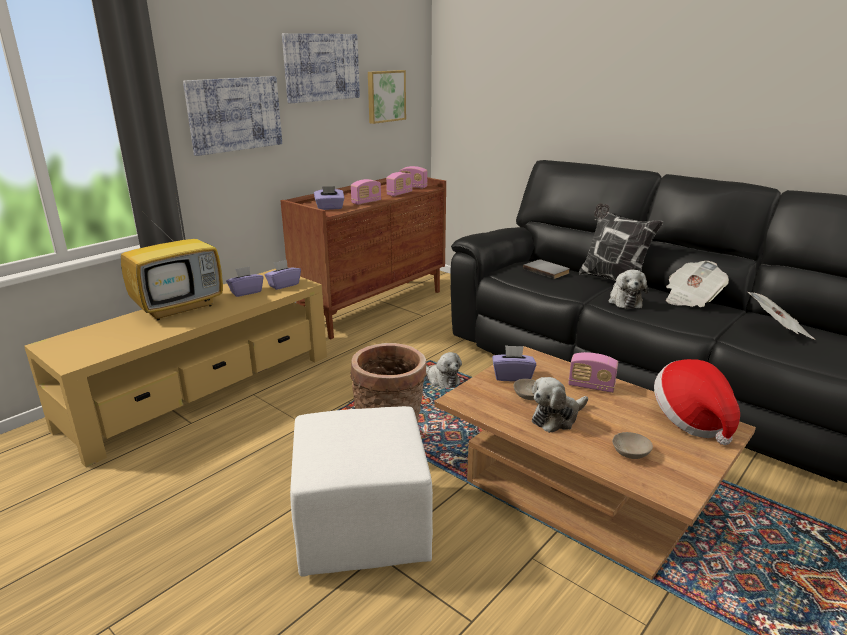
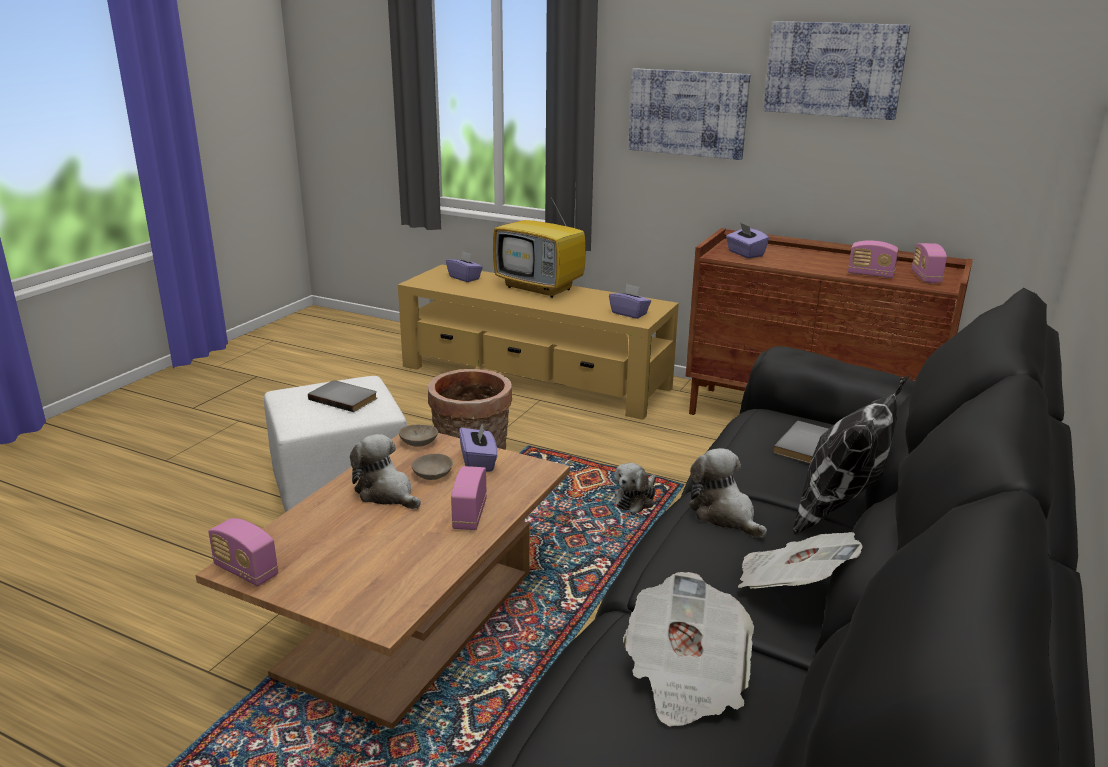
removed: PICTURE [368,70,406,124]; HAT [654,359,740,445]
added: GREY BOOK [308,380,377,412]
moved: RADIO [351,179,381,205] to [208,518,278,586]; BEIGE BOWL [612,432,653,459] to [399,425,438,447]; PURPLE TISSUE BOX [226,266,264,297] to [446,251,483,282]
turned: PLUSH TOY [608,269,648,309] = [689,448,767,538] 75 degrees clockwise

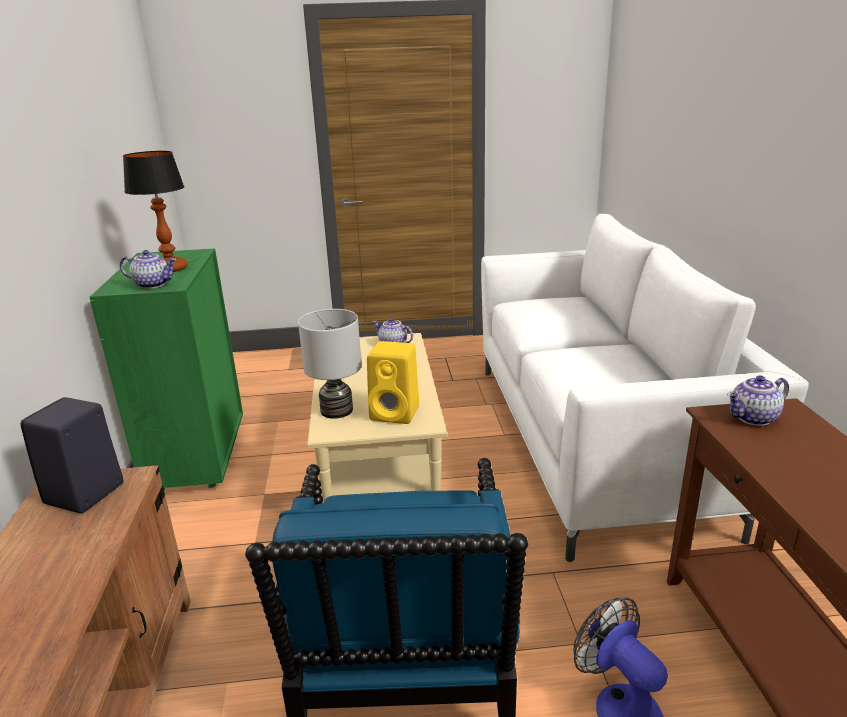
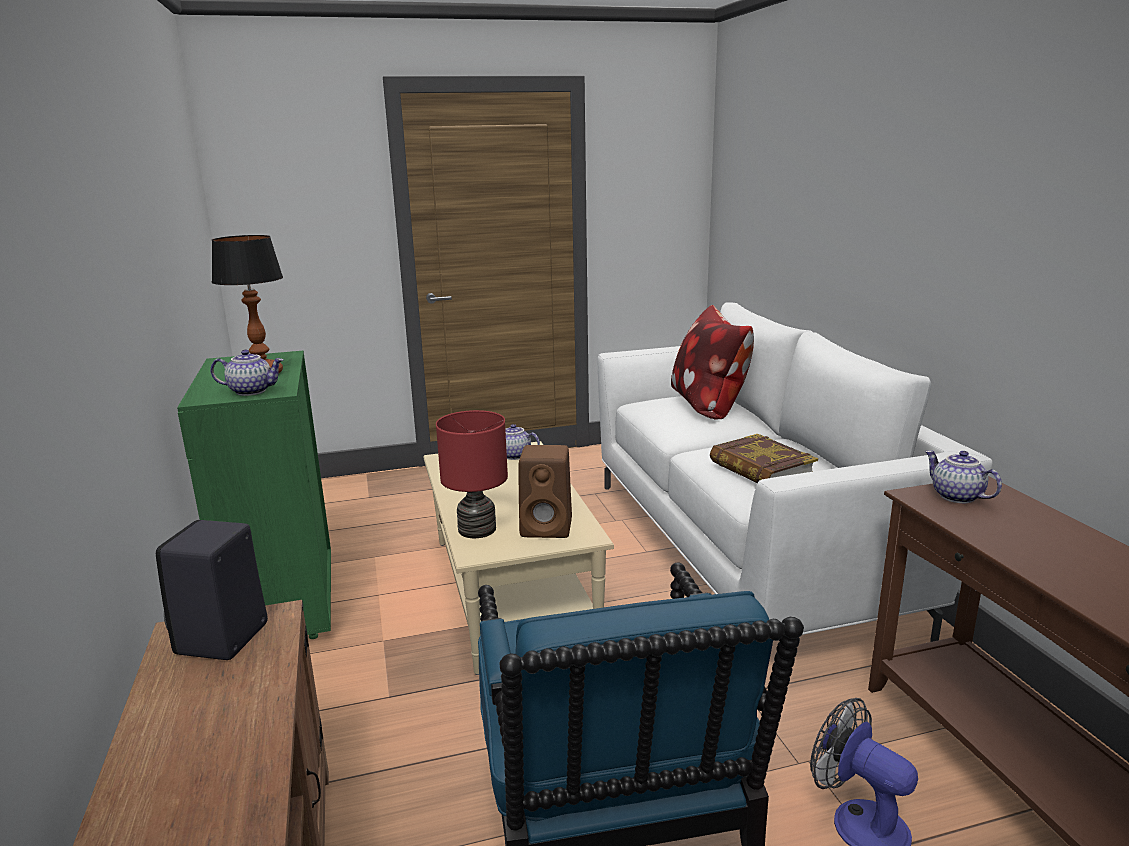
added: PILLOW [671,305,754,420]; BOOK [710,434,818,483]
recoloured: GREY TABLE LAMP [298,309,362,419] to RED TABLE LAMP [436,410,508,538]; YELLOW SPEAKER [367,341,419,424] to BROWN SPEAKER [518,445,572,538]
turned: TEAPOT [727,375,789,426] = [925,450,1002,503] 90 degrees clockwise

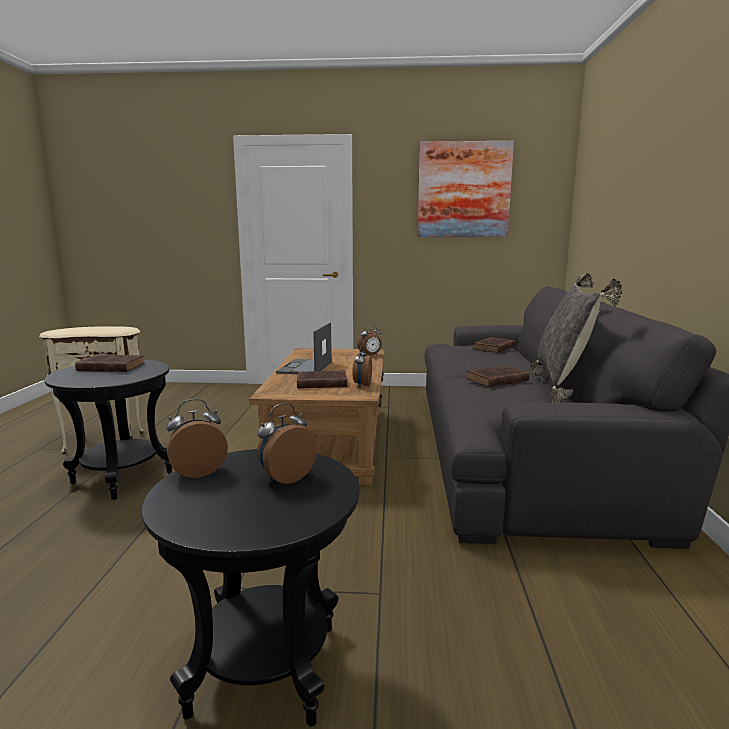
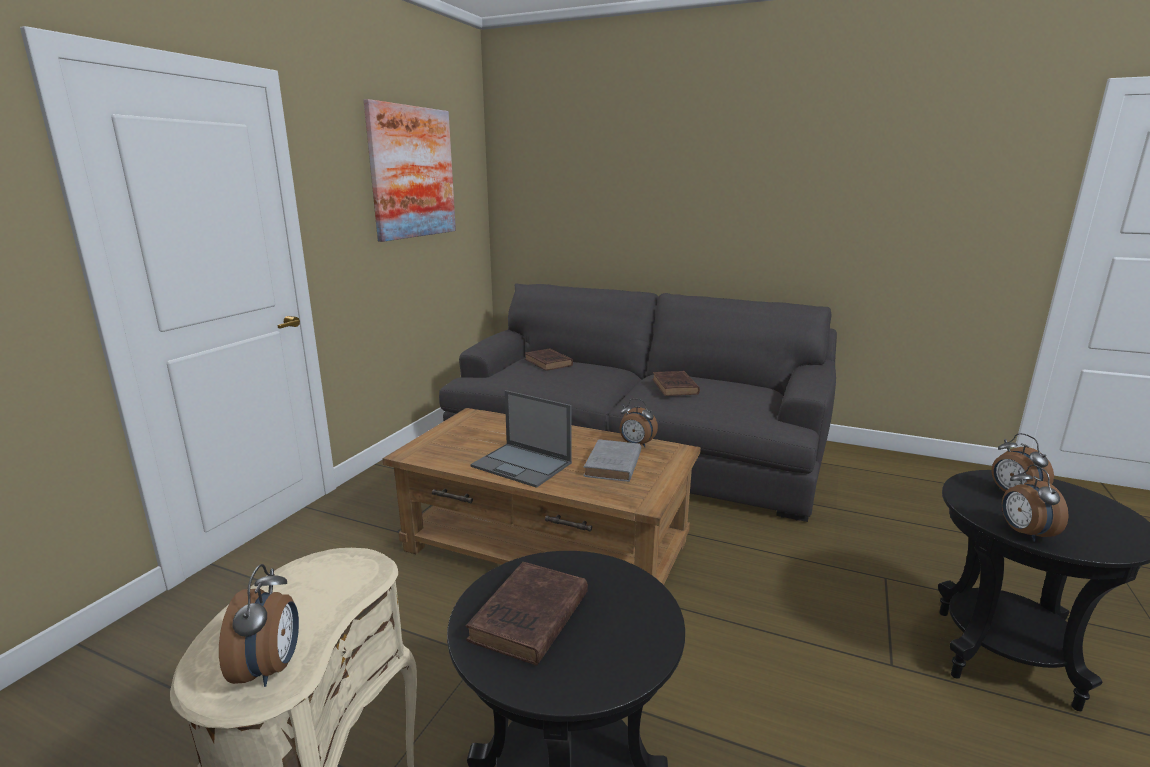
removed: PILLOW [531,273,622,403]
moved: ALARM CLOCK [357,324,382,355] to [219,564,299,687]
recoloured: BROWN BOOK [297,371,347,388] to GREY BOOK [583,439,641,482]

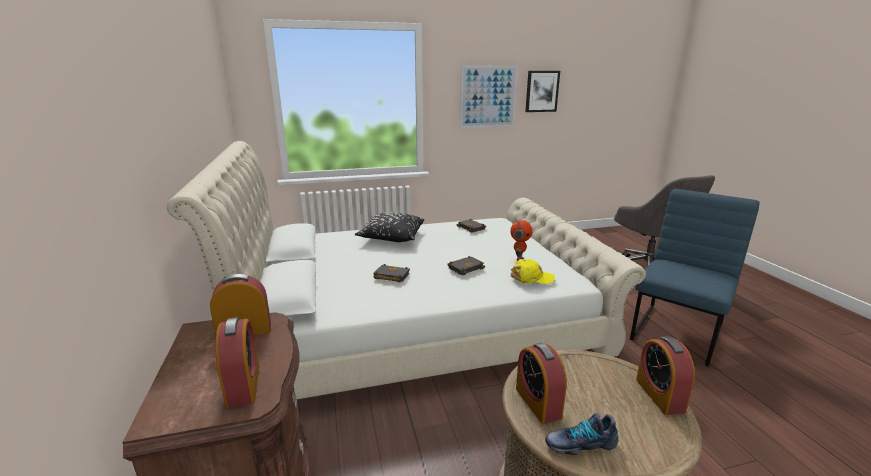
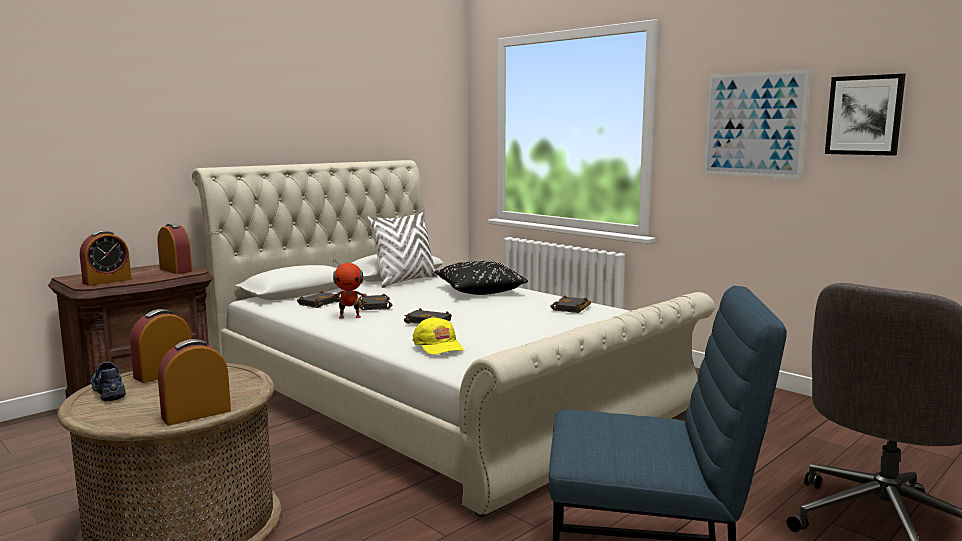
added: BLACK BOOK [297,291,341,308]; WHITE PILLOW [367,212,438,288]
moved: TOY ROBOT [510,220,533,261] to [331,258,367,319]

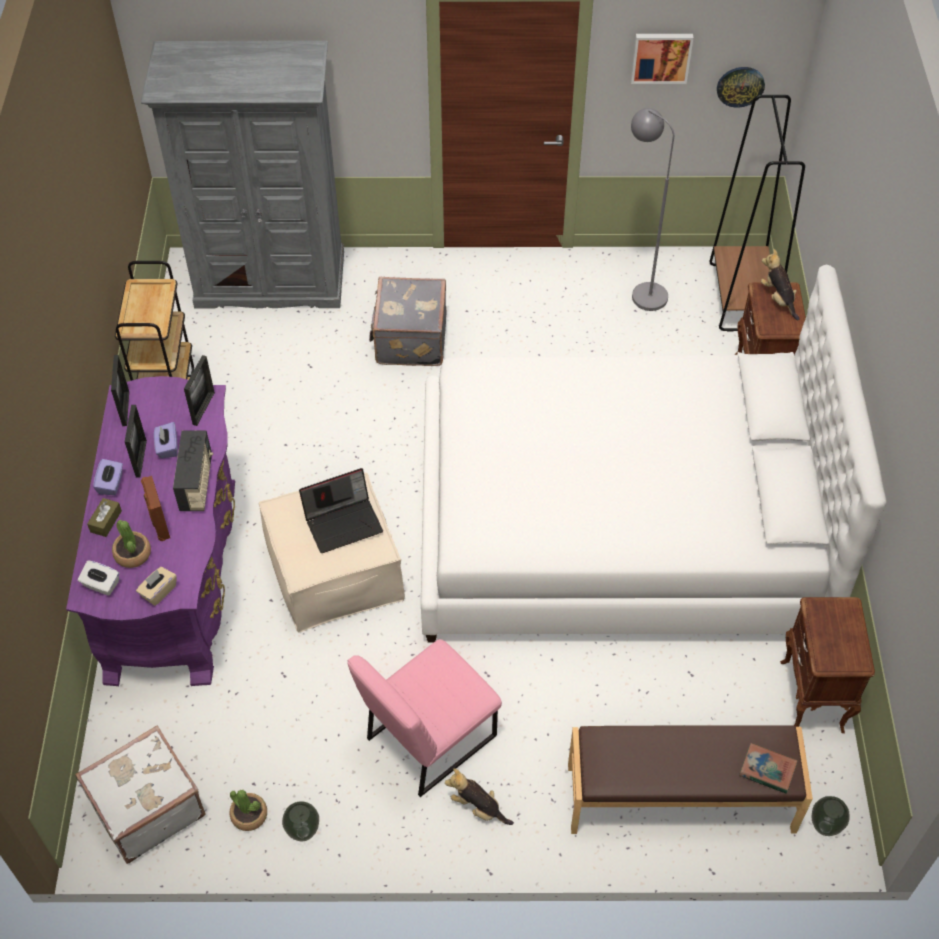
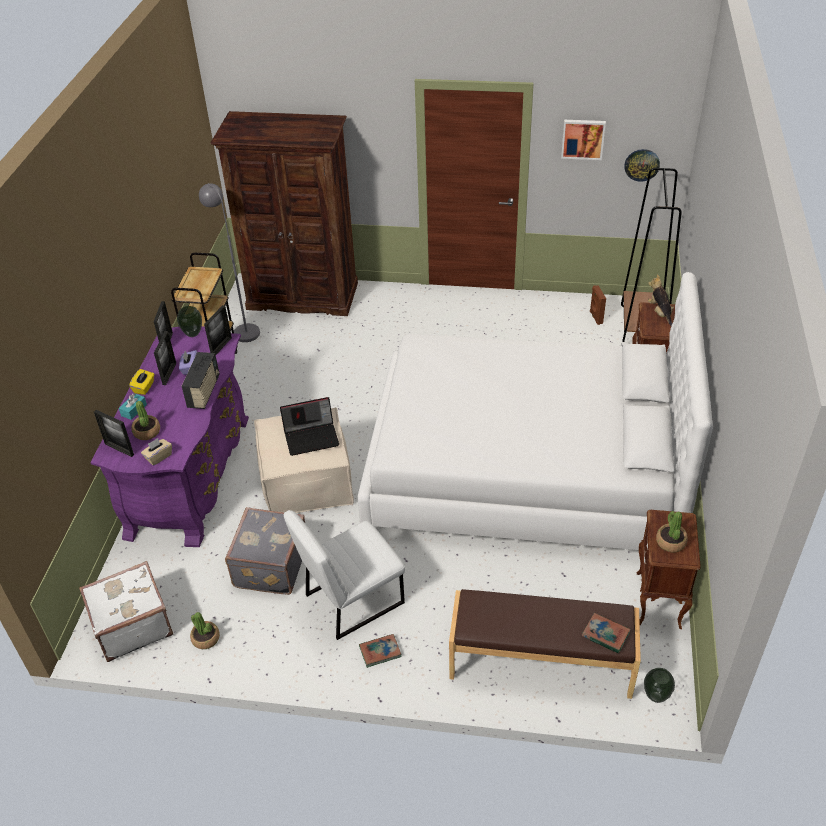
added: POTTED PLANT [656,511,688,553]
moved: VASE [282,801,319,841] to [177,306,202,337]; GREY FLOOR LAMP [631,108,674,311] to [199,183,260,342]; GREY SUITCASE [369,277,447,366] to [225,507,305,595]; BROWN SPEAKER [141,476,170,541] to [590,285,606,325]
replaced: WHITE TISSUE BOX [78,561,119,596] to PICTURE FRAME [94,410,134,457]; PLUSH TOY [445,768,514,825] to BOOK [359,634,402,668]
recoloured: BROWN TISSUE BOX [87,498,122,537] to TURQUOISE TISSUE BOX [119,393,147,420]; PURPLE TISSUE BOX [93,459,123,495] to YELLOW TISSUE BOX [129,369,154,395]; GREY WARDROBE [141,41,344,308] to BROWN WARDROBE [210,111,358,316]; PINK CHAIR [347,639,502,797] to WHITE CHAIR [284,510,405,640]

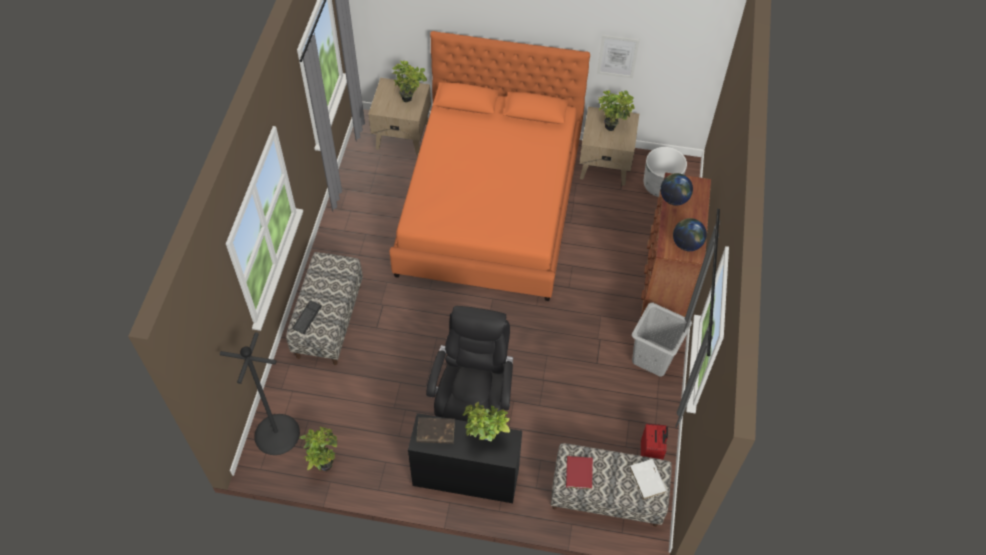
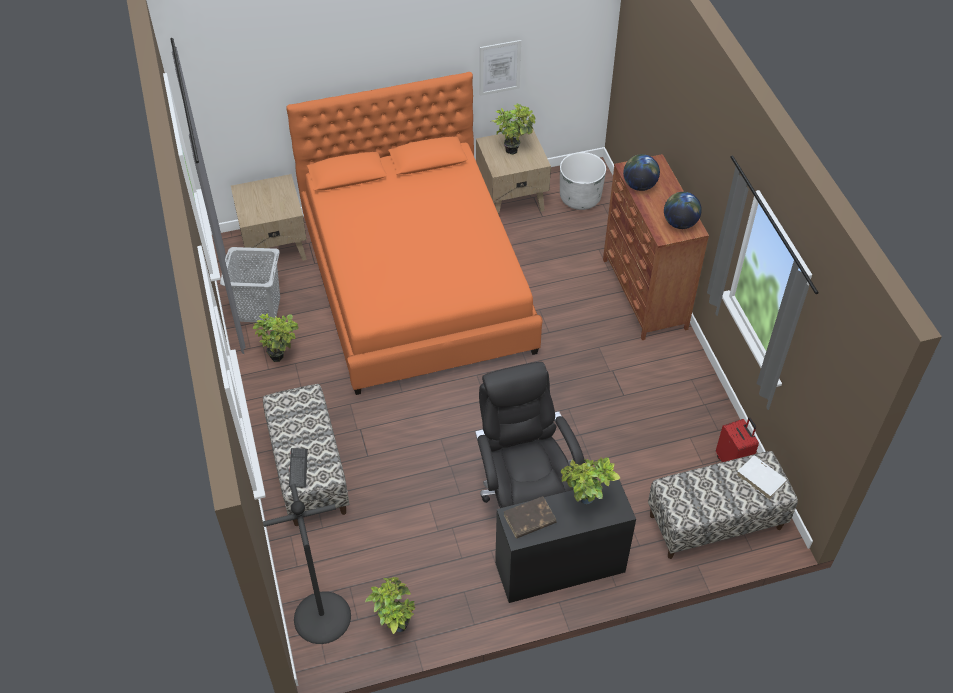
removed: RED BOOK [566,456,593,489]
moved: GREY LAUNDRY BASKET [632,303,692,377] to [220,247,280,322]; POTTED PLANT [392,61,427,103] to [252,314,298,362]

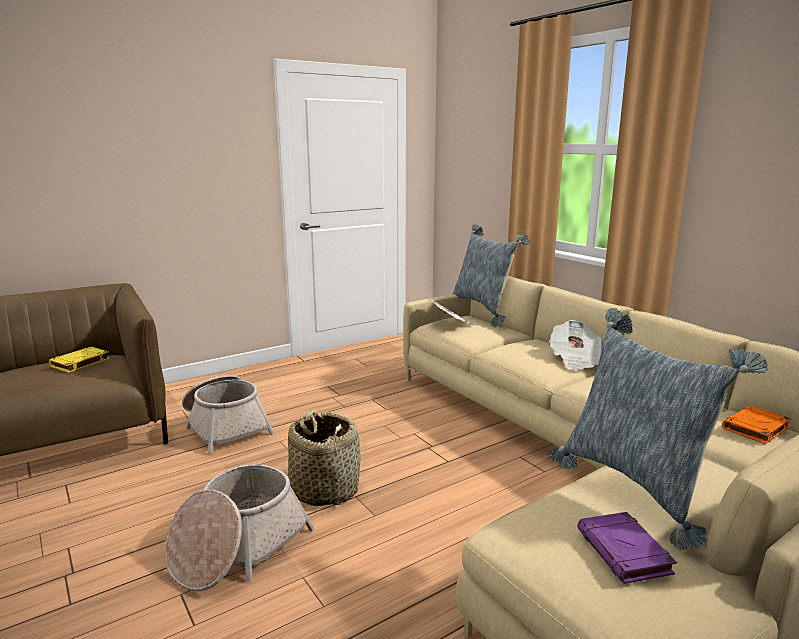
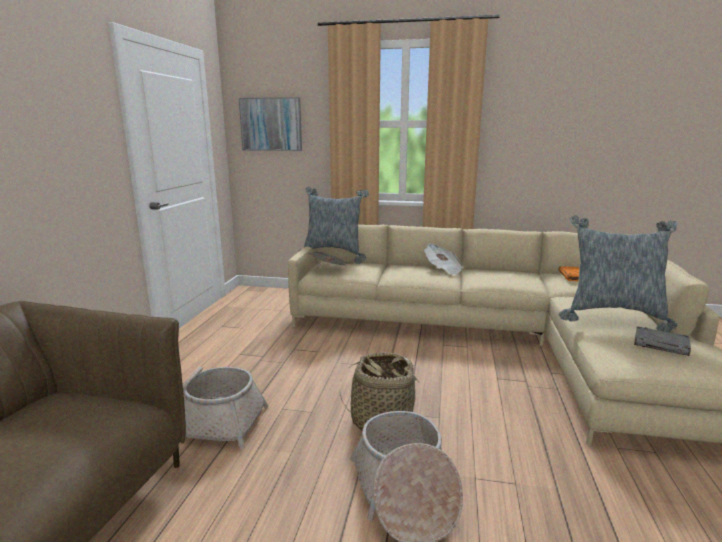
removed: YELLOW BOOK [49,347,110,373]
added: PICTURE [239,97,302,151]
recoloured: PURPLE BOOK [577,512,677,584] to GREY BOOK [634,326,691,356]

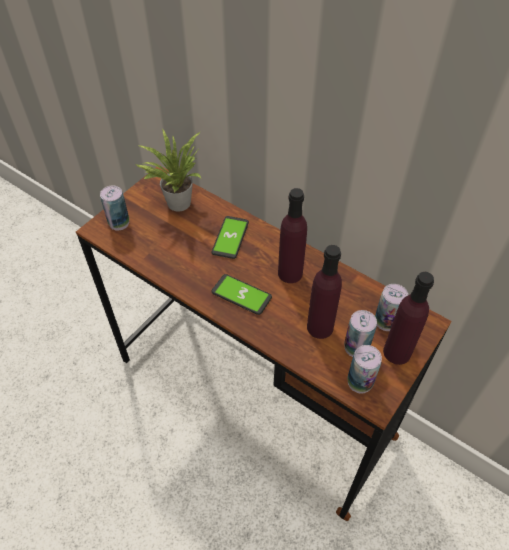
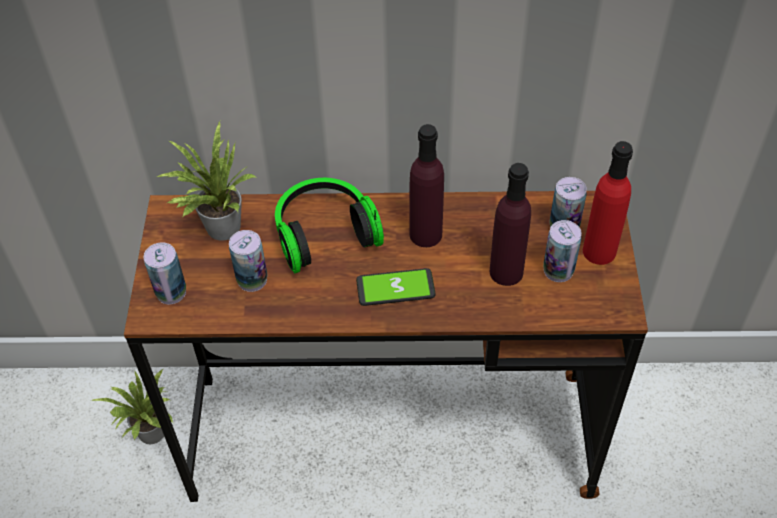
added: POTTED PLANT [91,369,174,444]
moved: CAN [347,345,382,394] to [229,230,267,292]
replaced: PHONE [211,216,249,259] to HEADPHONES [275,178,384,273]
recoloured: PURPLE BOTTLE [383,272,434,365] to RED BOTTLE [583,141,633,265]

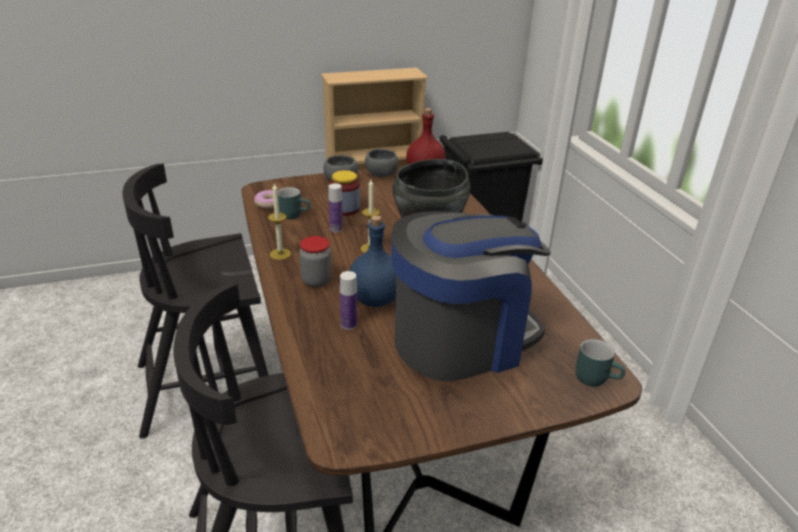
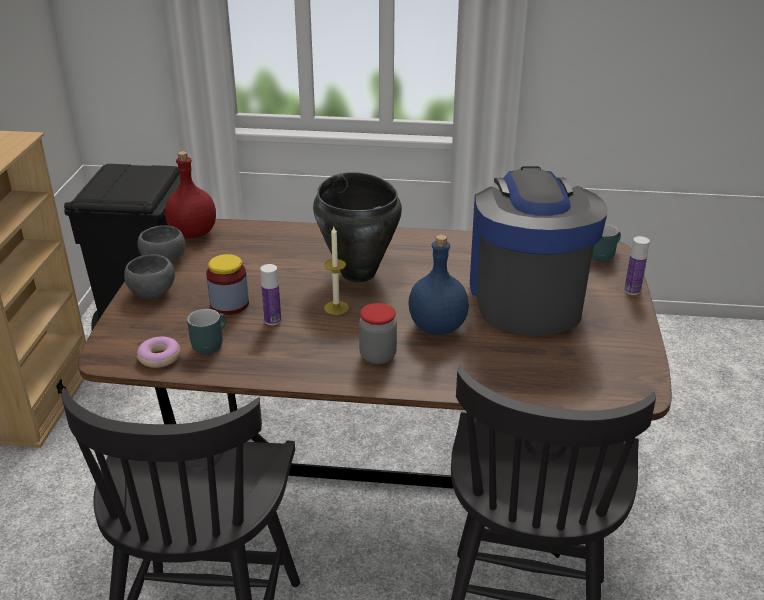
removed: CANDLE [268,183,291,260]
moved: BOTTLE [340,271,357,330] to [624,236,650,295]

